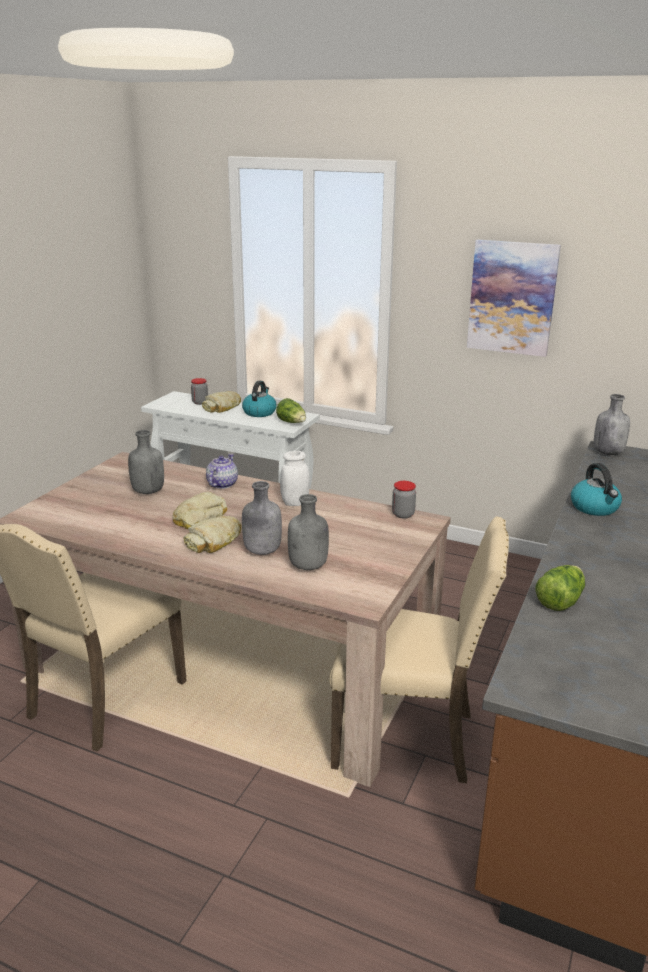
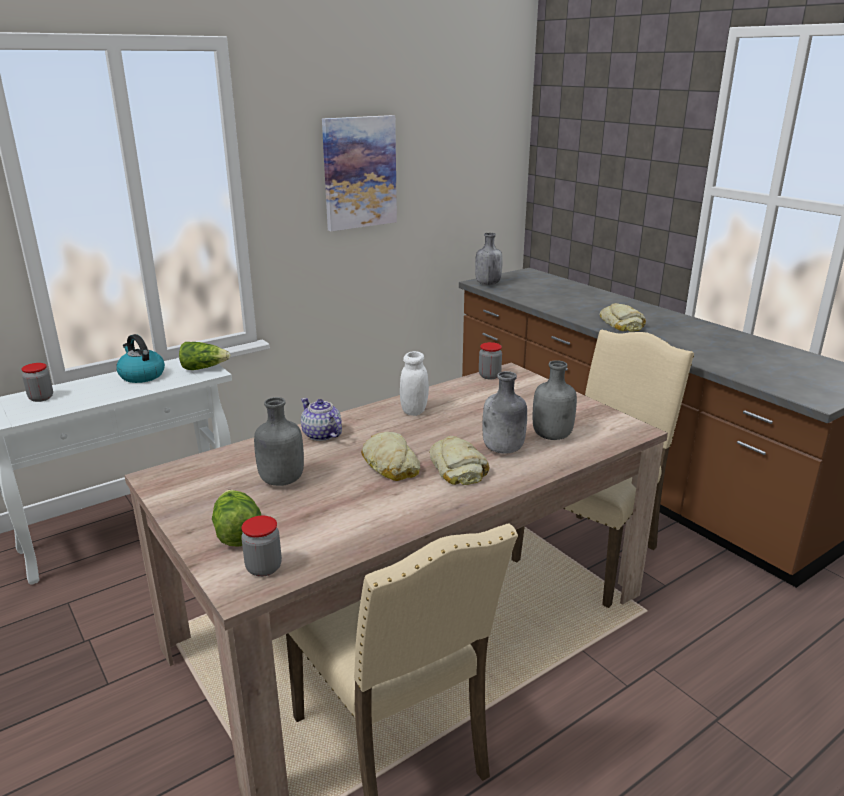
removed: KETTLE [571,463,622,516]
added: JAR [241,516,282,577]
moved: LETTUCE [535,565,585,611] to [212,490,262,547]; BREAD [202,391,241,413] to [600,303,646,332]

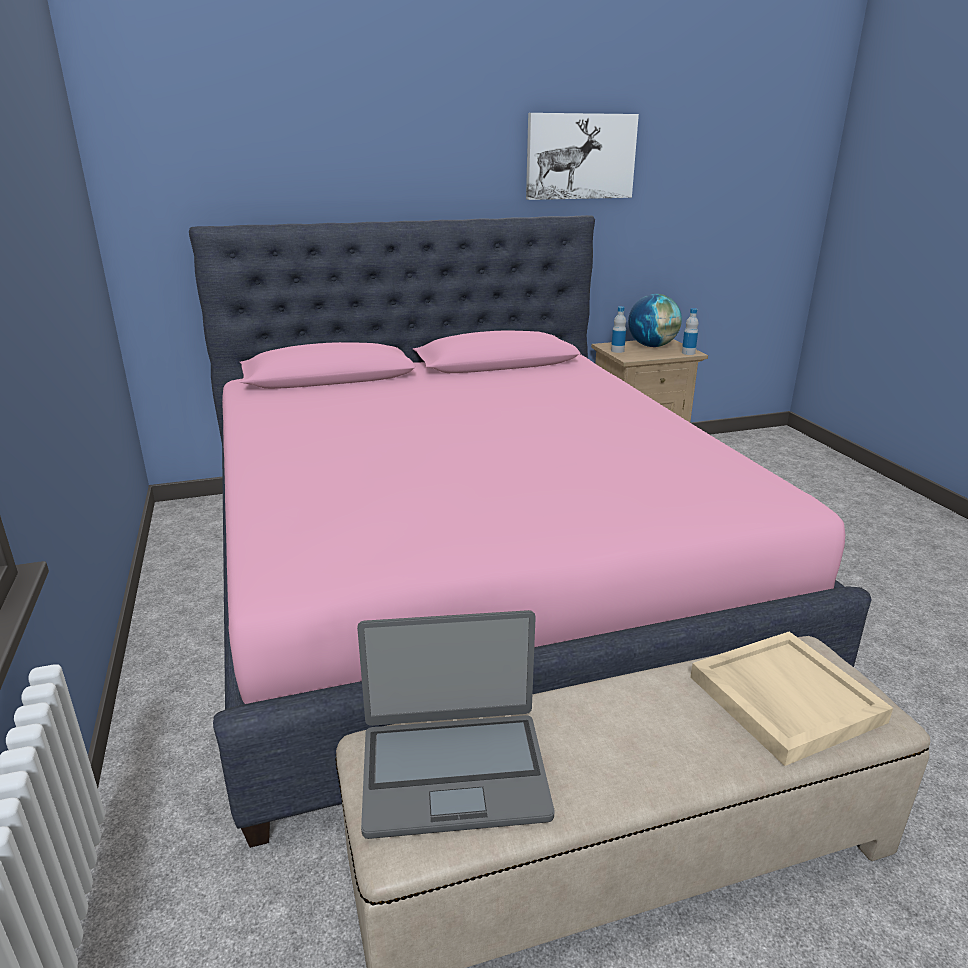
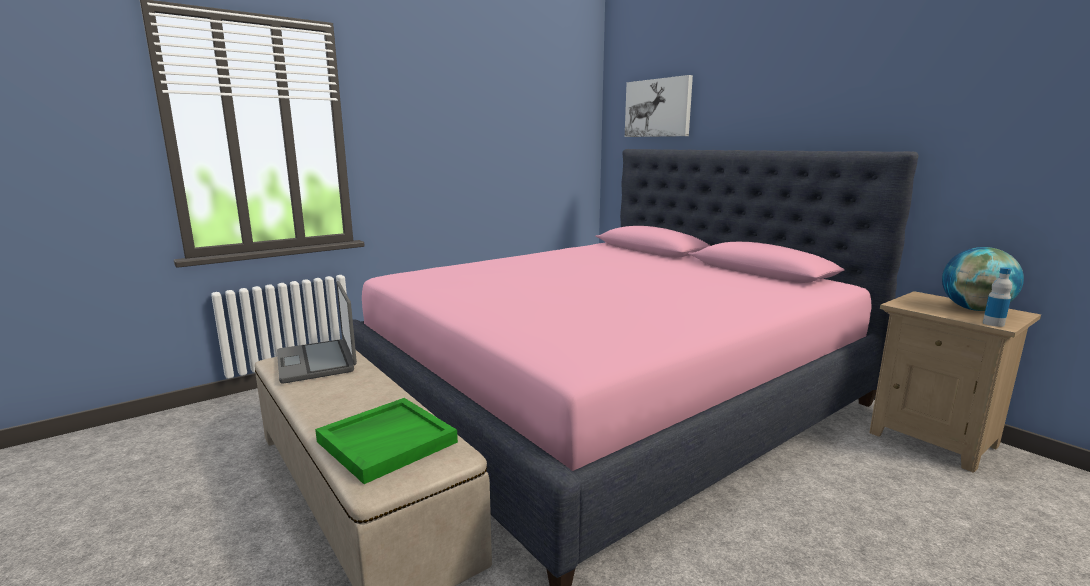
removed: BOTTLE [611,306,626,353]
moved: PICTURE [526,113,639,200] to [625,75,693,137]
recoloured: BEIGE TRAY [690,632,893,766] to GREEN TRAY [315,398,458,484]

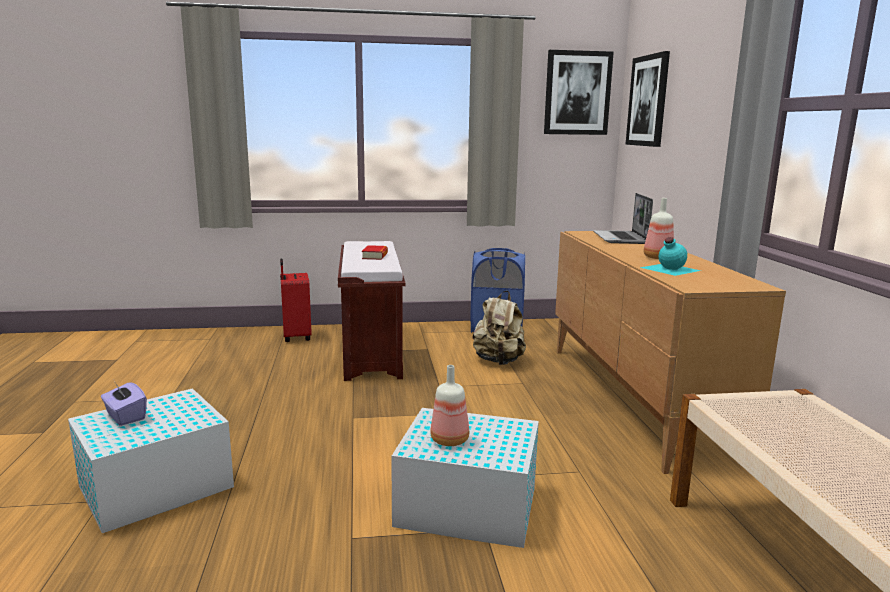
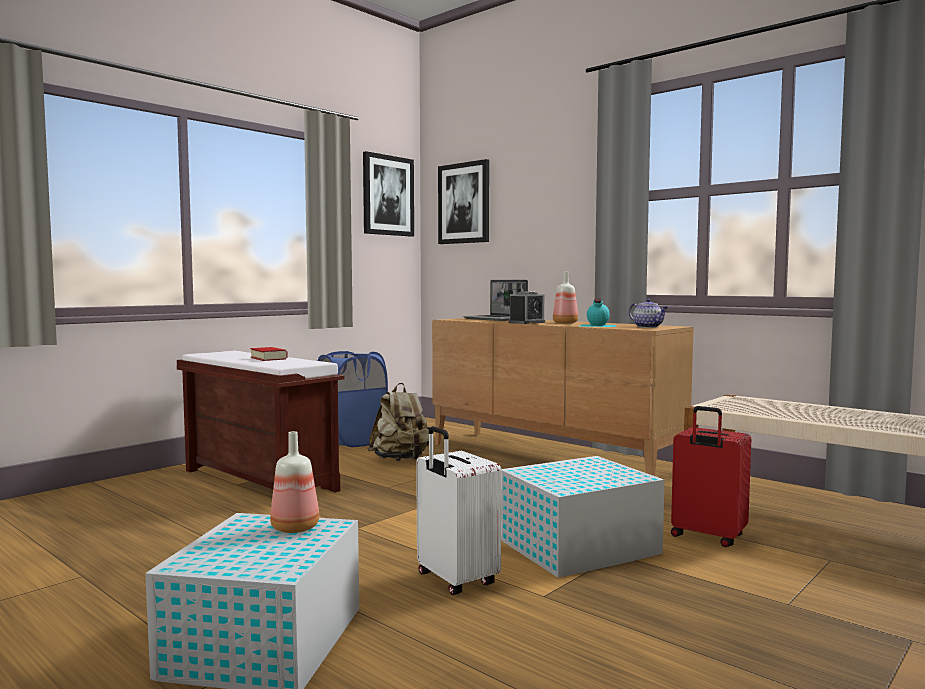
removed: PURPLE TISSUE BOX [101,382,147,426]
added: WHITE SUITCASE [416,426,501,595]; ALARM CLOCK [509,291,545,324]; TEAPOT [629,299,668,328]
moved: BOTTLE [430,365,469,446] to [270,431,319,533]; RED SUITCASE [280,259,312,342] to [671,406,751,547]

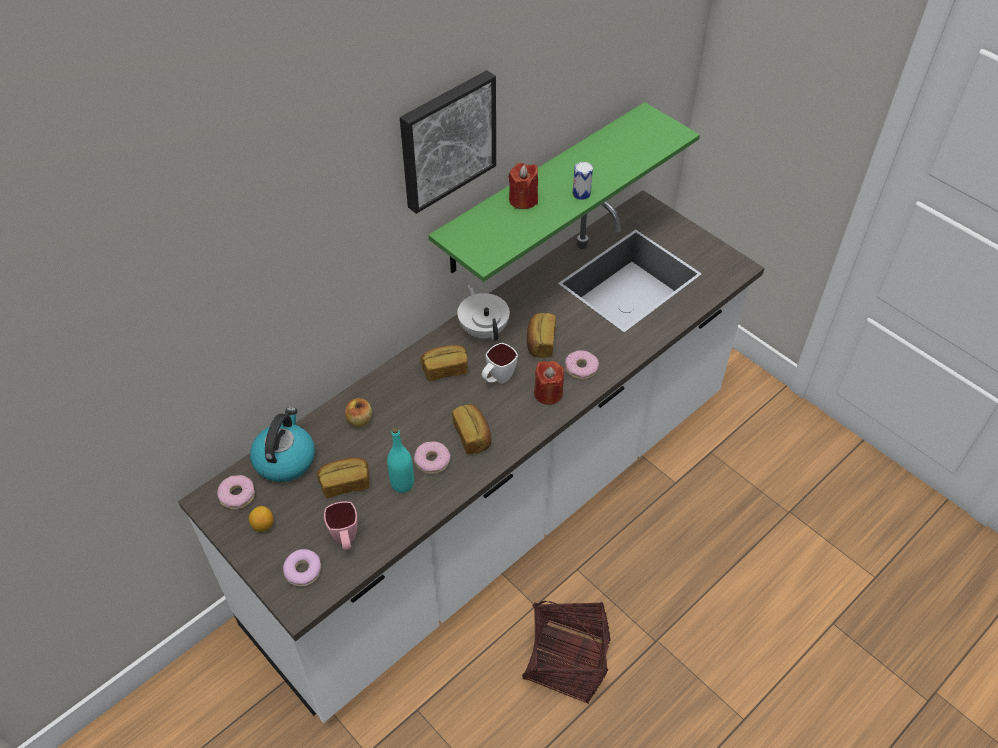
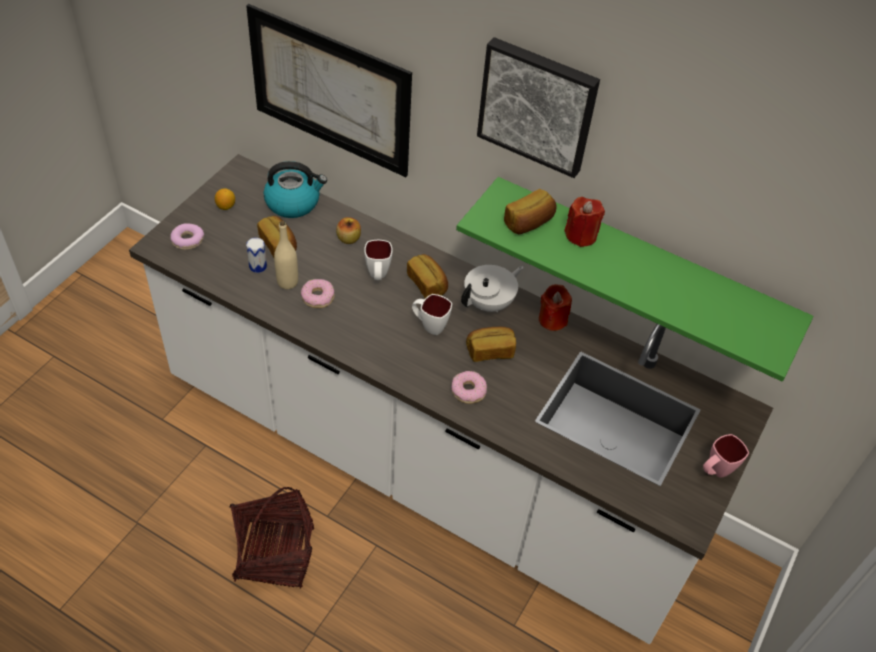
removed: DONUT [217,475,255,509]
added: PICTURE [246,4,412,177]; WHITE MUG [364,240,393,280]
moved: CAN [573,162,593,200] to [246,238,267,273]; BREAD [452,404,492,454] to [504,189,557,234]; RED CANDLE [534,361,564,405] to [539,284,572,331]; PINK MUG [324,501,358,550] to [703,434,749,478]
recoloured: TURQUOISE BOTTLE [387,427,414,493] to BEIGE BOTTLE [274,221,298,289]

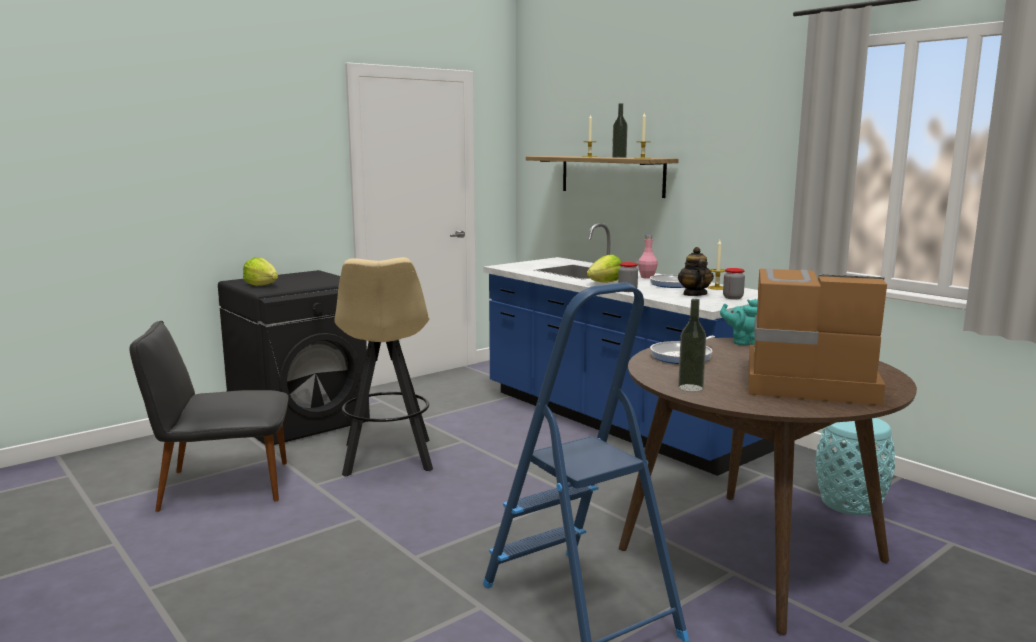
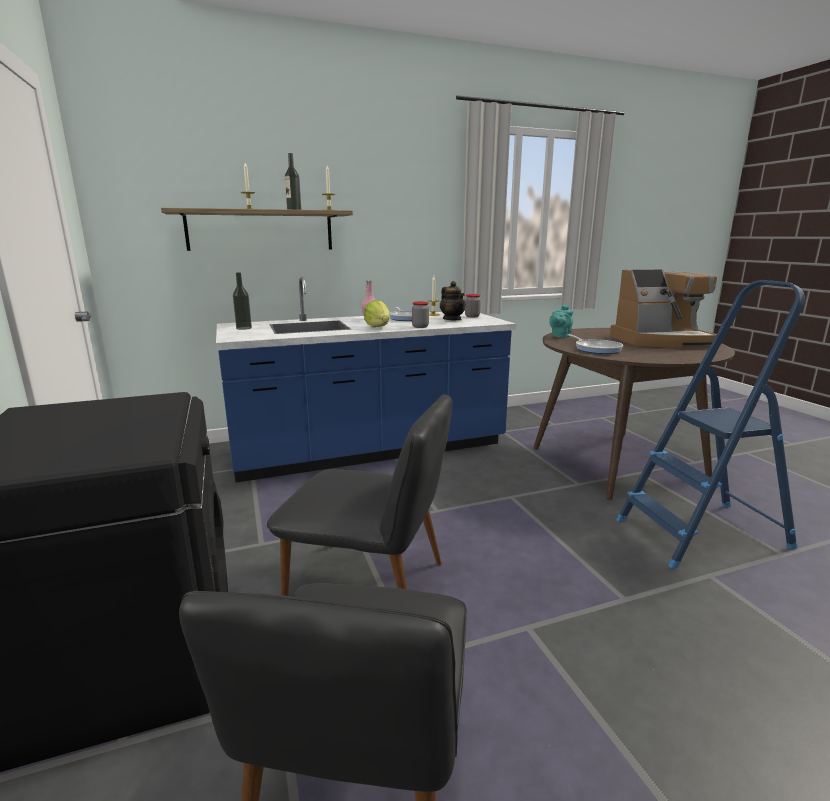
removed: LETTUCE [243,258,278,286]; TURQUOISE STOOL [816,418,895,516]
moved: BOTTLE [678,299,706,392] to [233,272,252,330]
replaced: BEIGE STOOL [334,257,433,476] to BLACK CHAIR [267,394,453,596]
turned: TEAPOT [678,247,714,296] = [440,281,466,321] 135 degrees counterclockwise; COFFEE MACHINE [748,268,887,406] = [610,269,717,348] 135 degrees counterclockwise

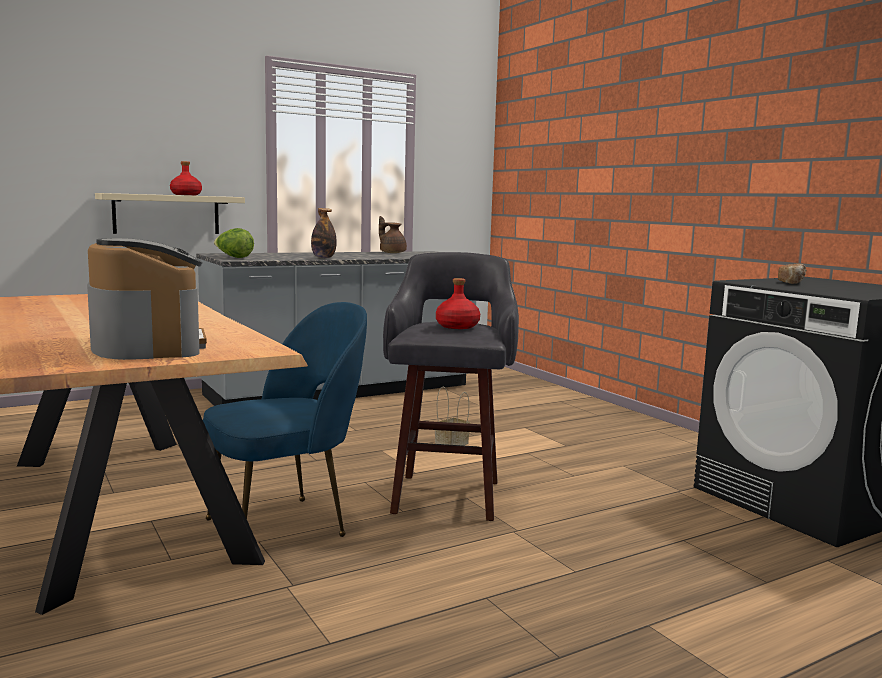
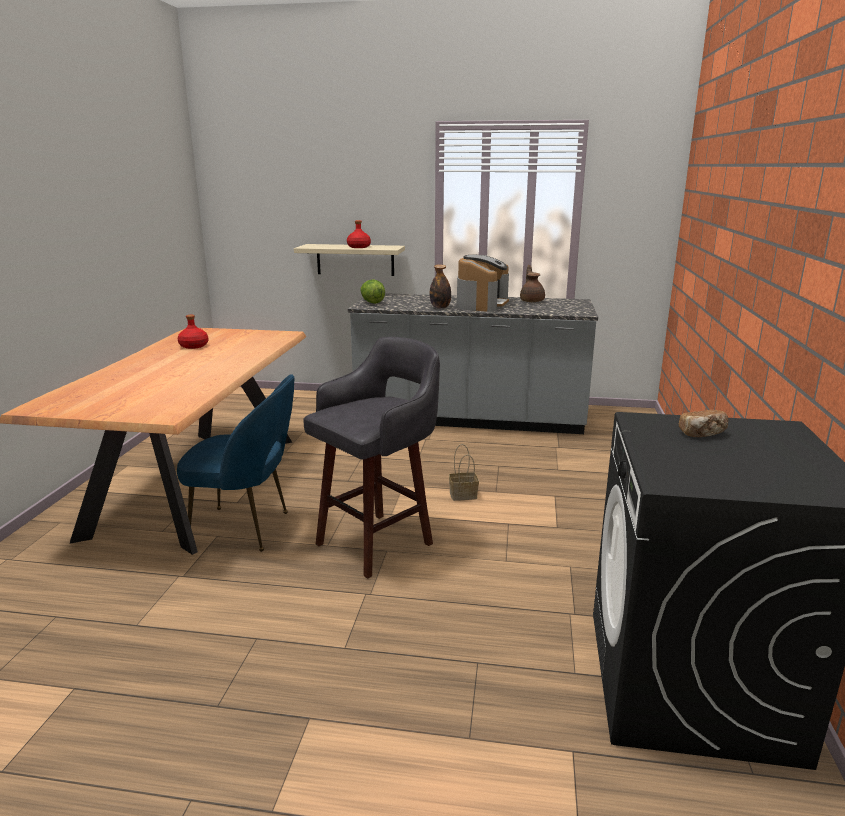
moved: RED BOTTLE [436,278,480,329] to [178,315,208,349]; COFFEE MACHINE [87,238,207,360] to [457,255,509,312]

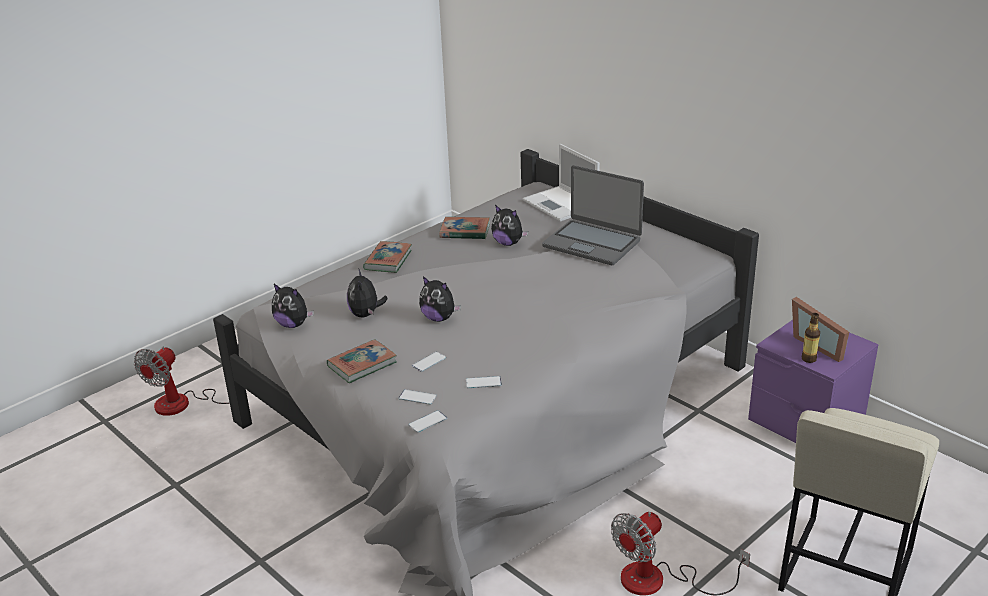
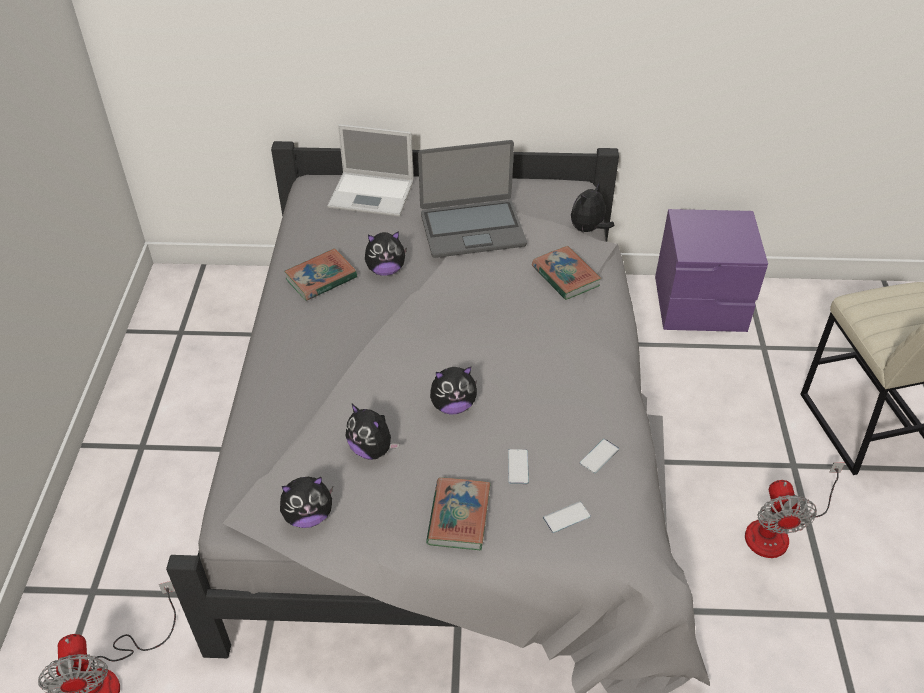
removed: PHONE [408,410,447,433]; PICTURE FRAME [792,297,849,362]; BOTTLE [801,313,820,363]
added: PLUSH TOY [571,183,614,234]
moved: BOOK [363,241,412,273] to [532,246,602,300]

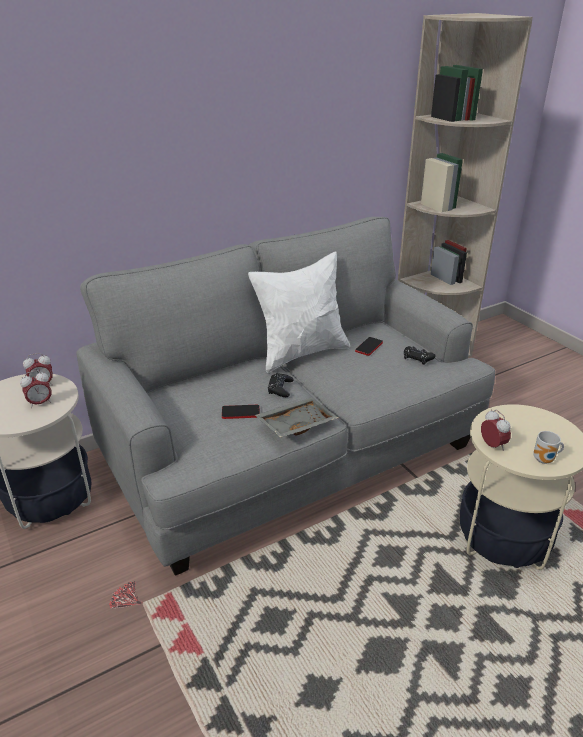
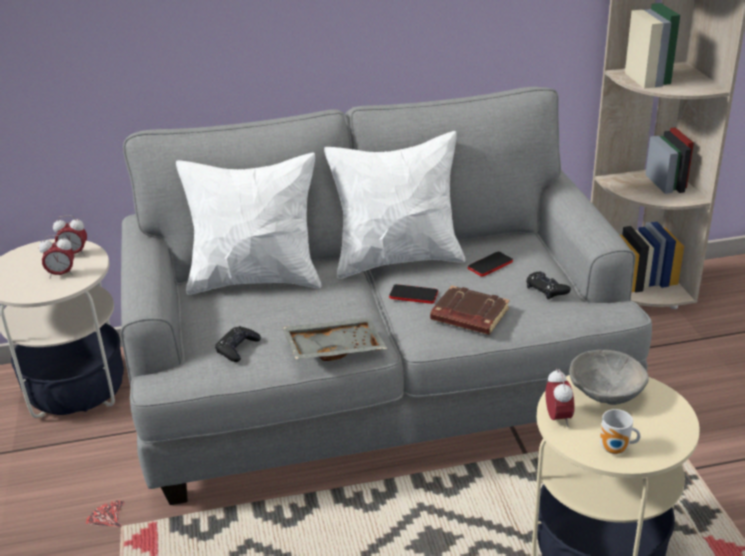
added: WHITE PILLOW [176,152,322,295]; BROWN BOOK [430,285,509,335]; GREY BOWL [569,350,649,405]
moved: BLACK GAME CONTROLLER [268,373,293,397] to [215,326,261,362]; PHONE [222,405,260,419] to [389,284,438,304]

